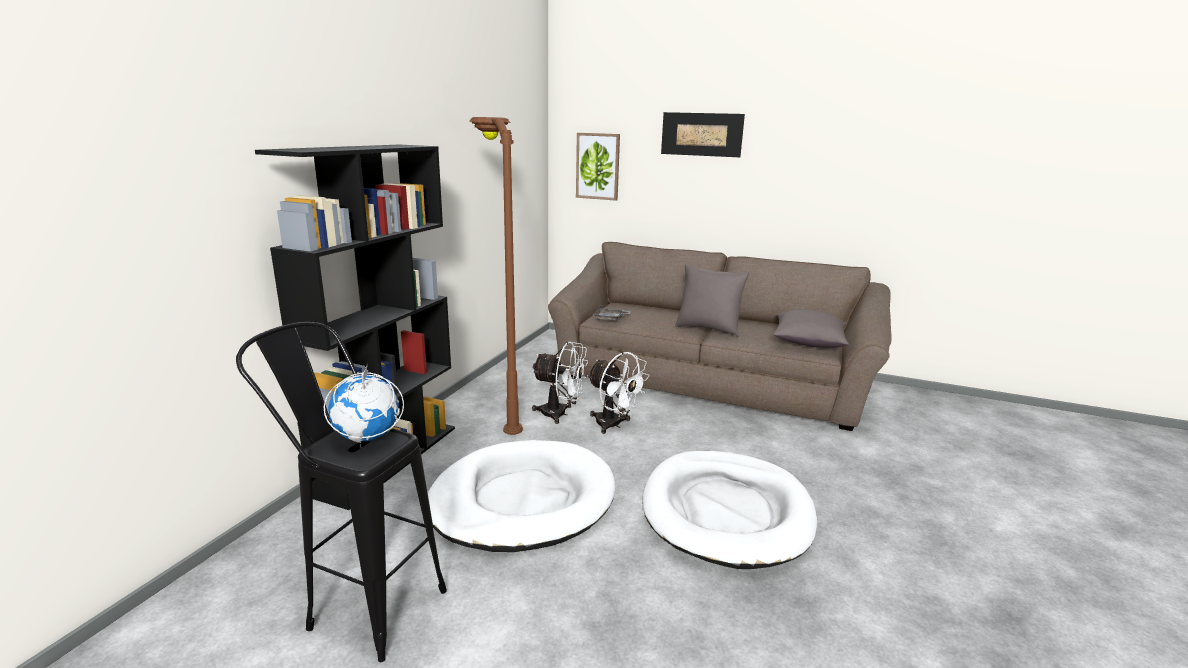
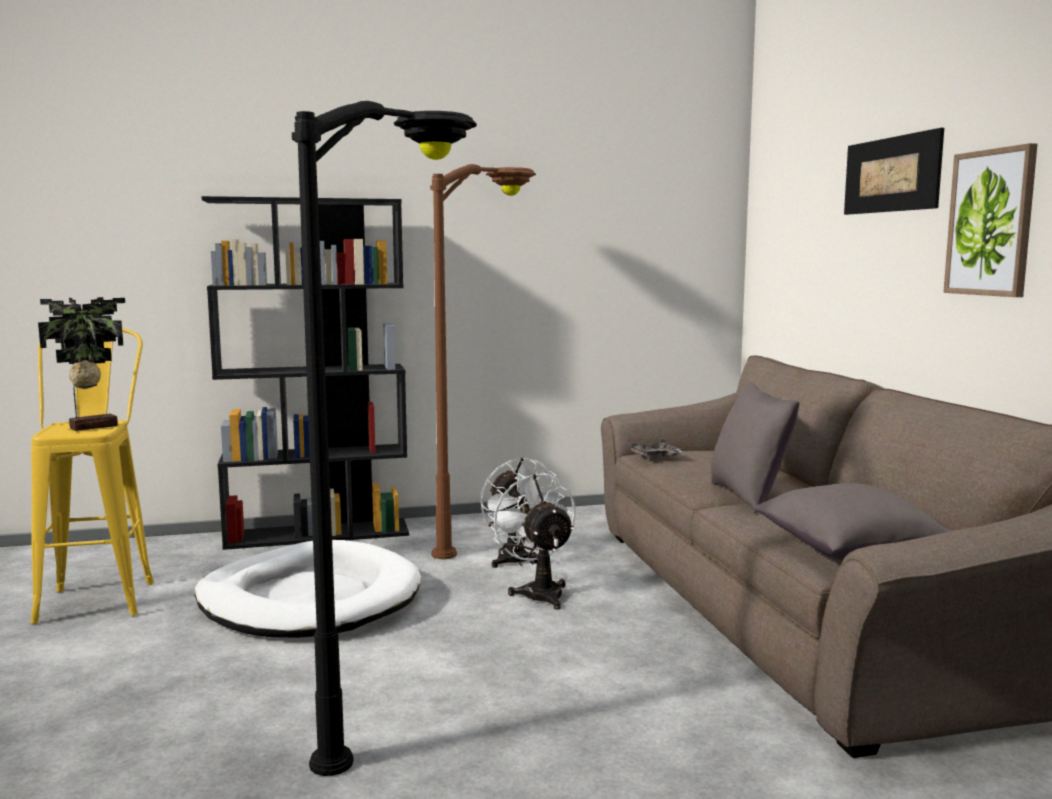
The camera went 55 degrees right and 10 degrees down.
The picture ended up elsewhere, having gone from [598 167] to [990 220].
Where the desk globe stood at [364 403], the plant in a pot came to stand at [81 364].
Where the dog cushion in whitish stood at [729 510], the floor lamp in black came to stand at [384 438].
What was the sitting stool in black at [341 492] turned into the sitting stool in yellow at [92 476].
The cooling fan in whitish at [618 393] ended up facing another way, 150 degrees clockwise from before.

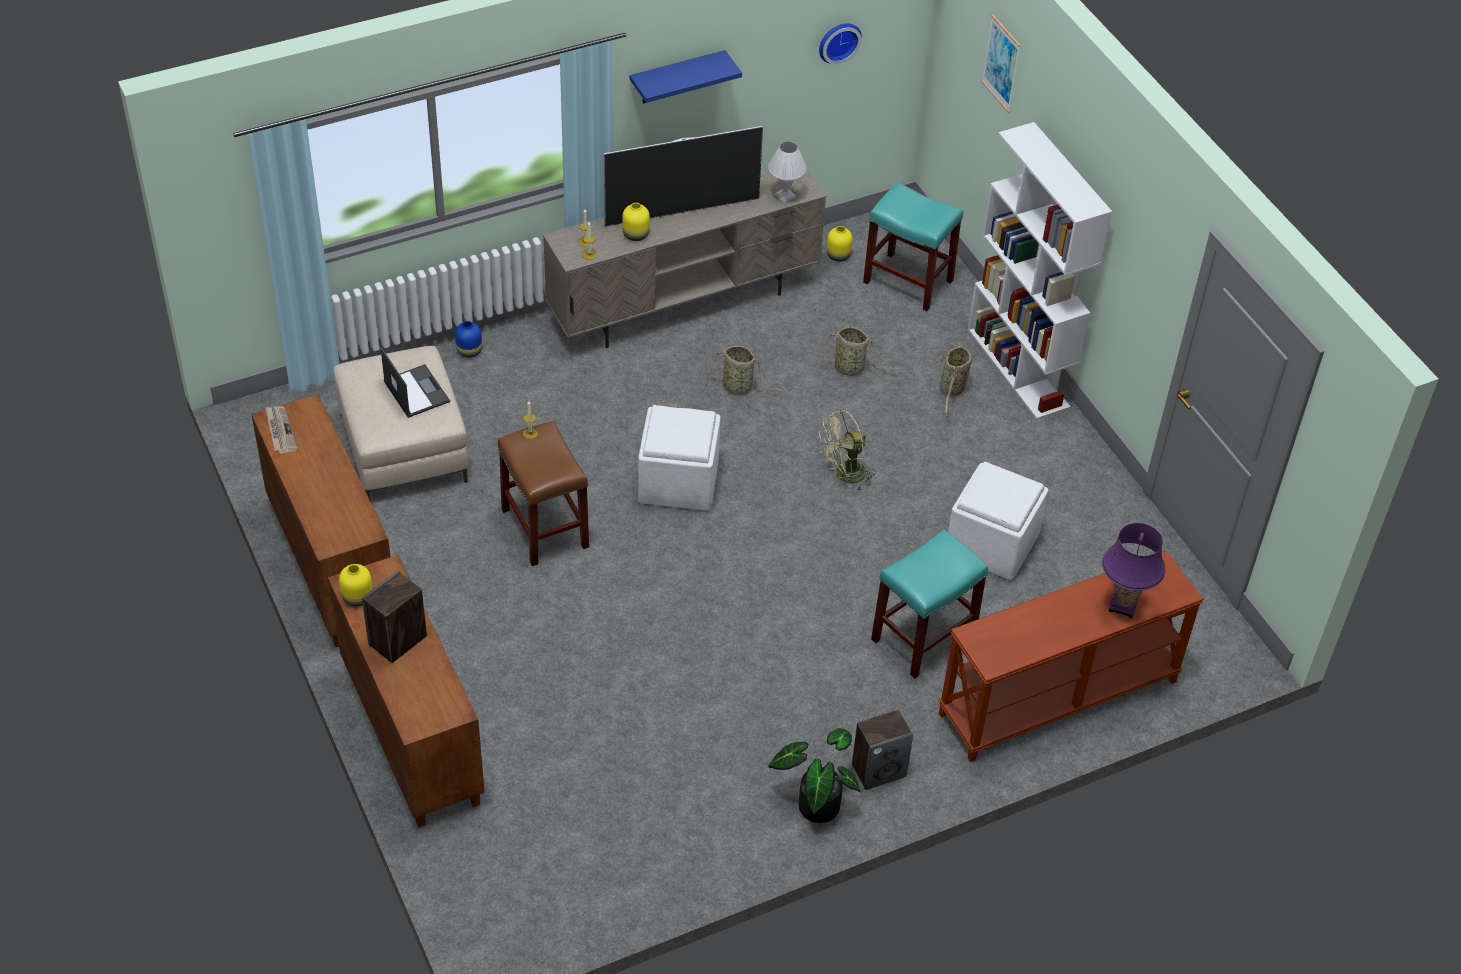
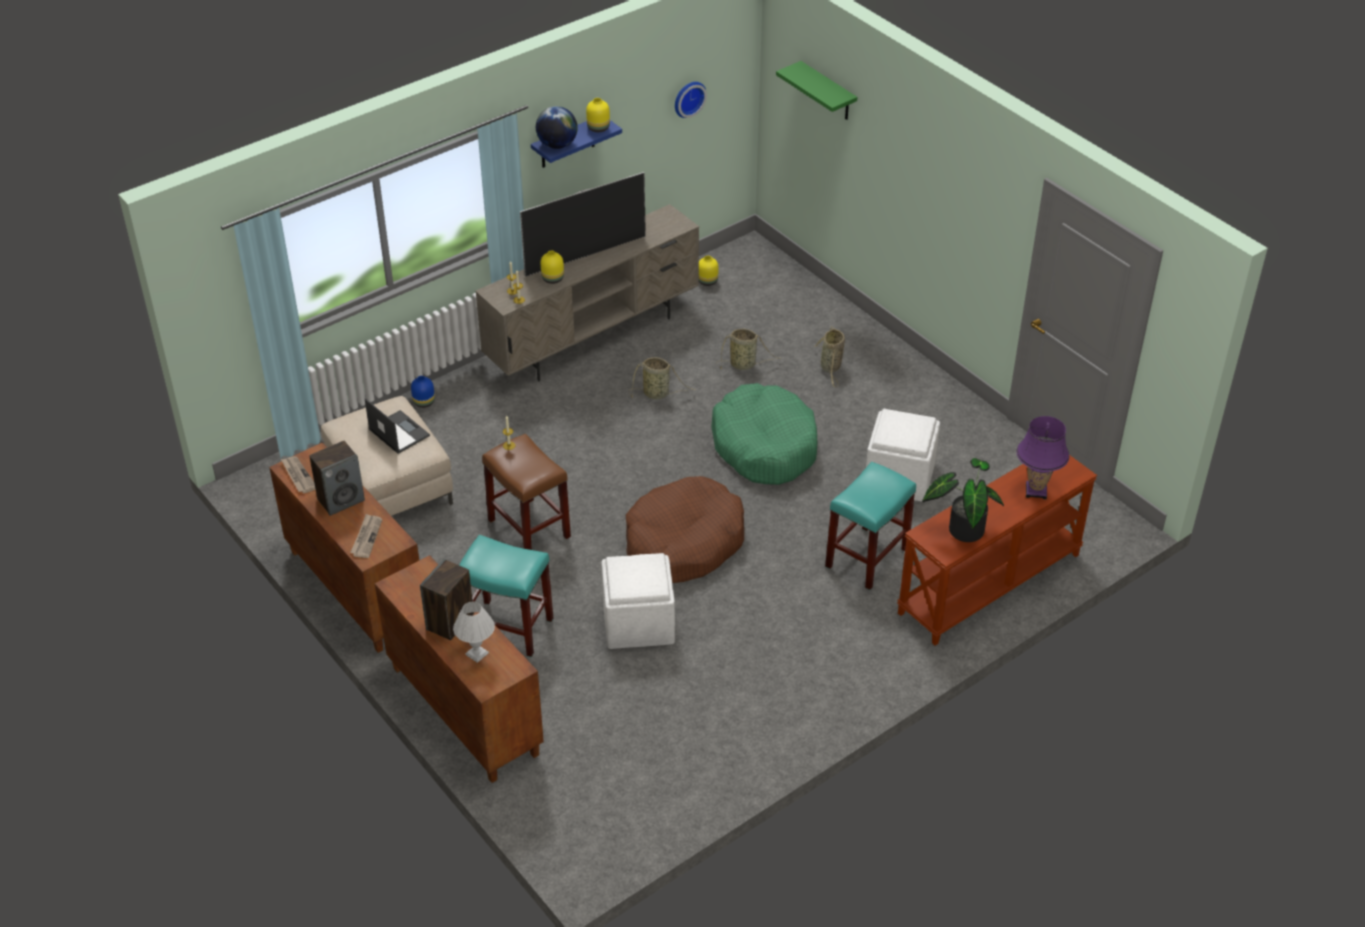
The camera went 10 degrees left and 5 degrees down.
The second view lost the bookcase in whitish at [1040 270].
The second view gained the newspaper at [366 536].
The second view gained the desk globe at [557 127].
The second view gained the dog cushion in brownish at [685 529].
The flower vase in yellow ended up elsewhere, having gone from [356 585] to [598 115].
The ottoman in whitish ended up elsewhere, having gone from [679 458] to [638 601].
The lamp for a table in whitish ended up elsewhere, having gone from [787 172] to [474 632].
The plant in a pot ended up elsewhere, having gone from [814 775] to [963 500].
The speaker ended up elsewhere, having gone from [882 750] to [337 478].
The sitting stool in turquoise-coloured ended up elsewhere, having gone from [913 246] to [506 596].
Where the cooling fan in greenish stood at [847 451], the dog cushion in greenish came to stand at [764 434].
Where the picture hung at [1001 63], the shelf in greenish came to hang at [816 90].

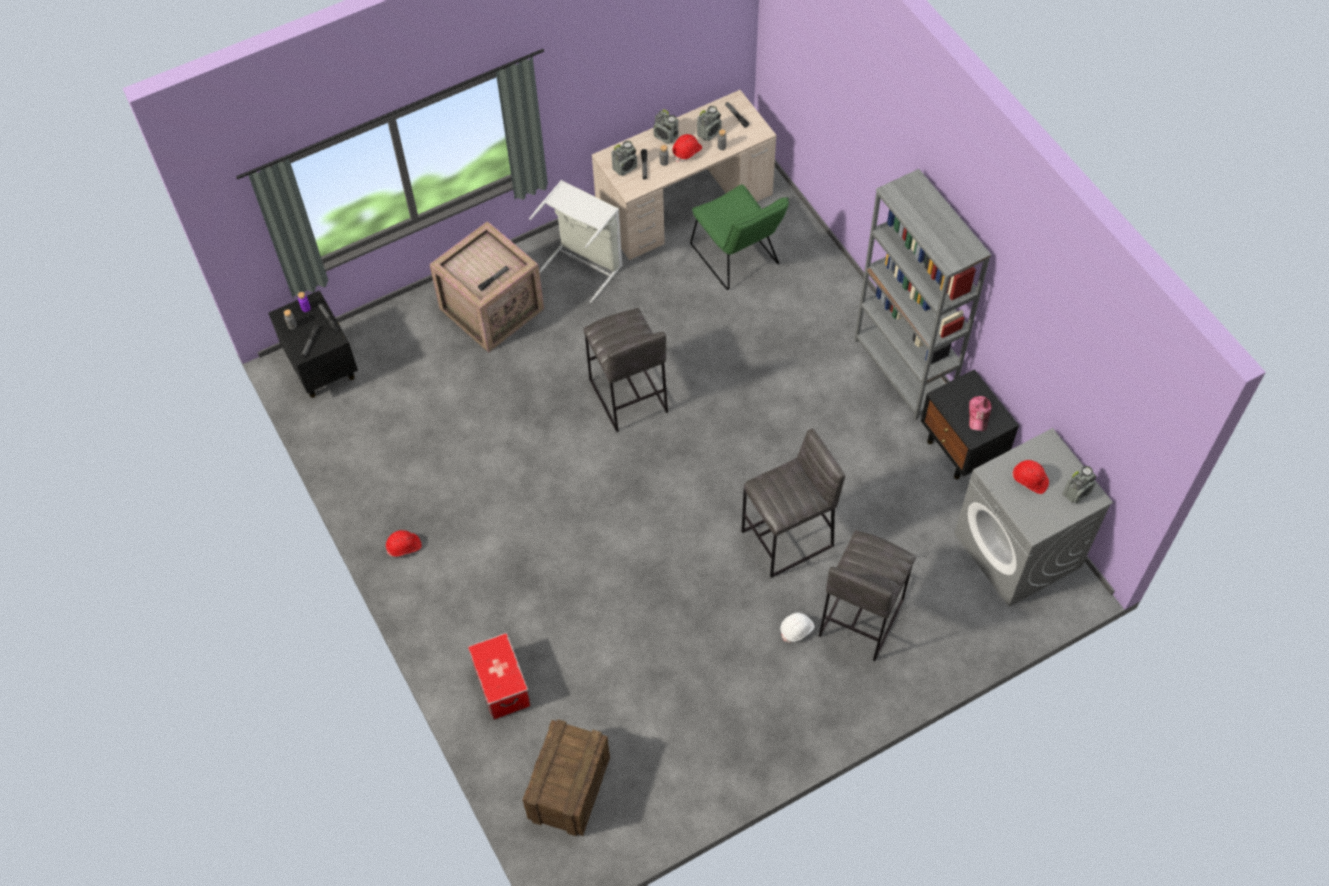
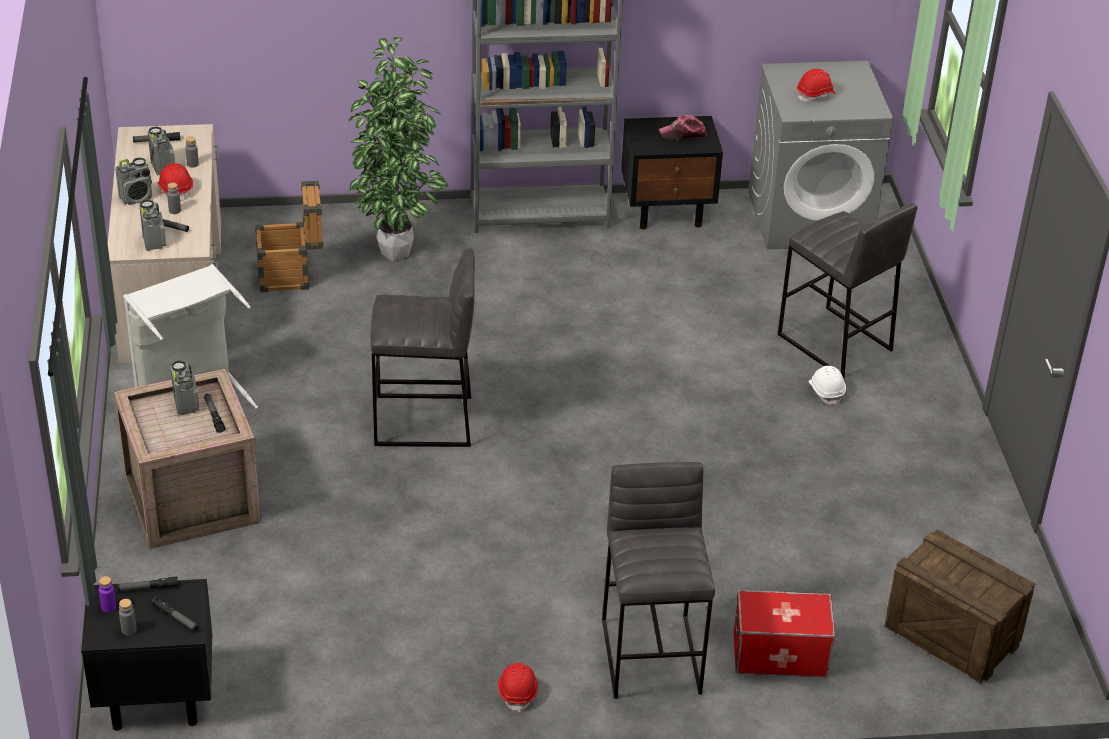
The camera went 70 degrees left and 20 degrees down.
The second view gained the plant in a pot at [397 149].
The sitting stool in gray ended up elsewhere, having gone from [793 503] to [658 580].
The radio ended up elsewhere, having gone from [1079 485] to [185 388].
Where the upright chair in greenish stood at [739 237], the packing crate came to stand at [289 236].
The baseball cap at [980 413] ended up facing another way, 135 degrees clockwise from before.

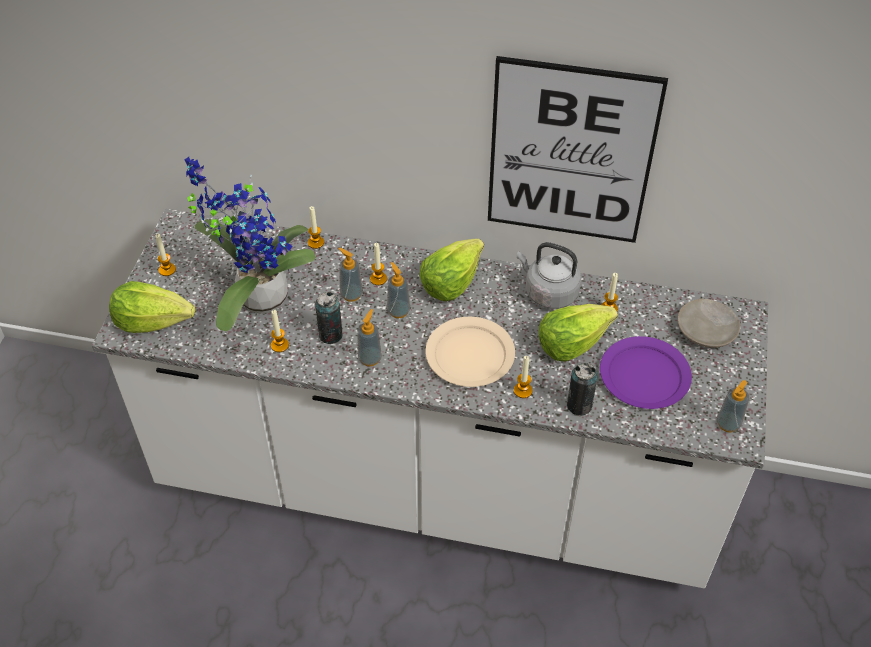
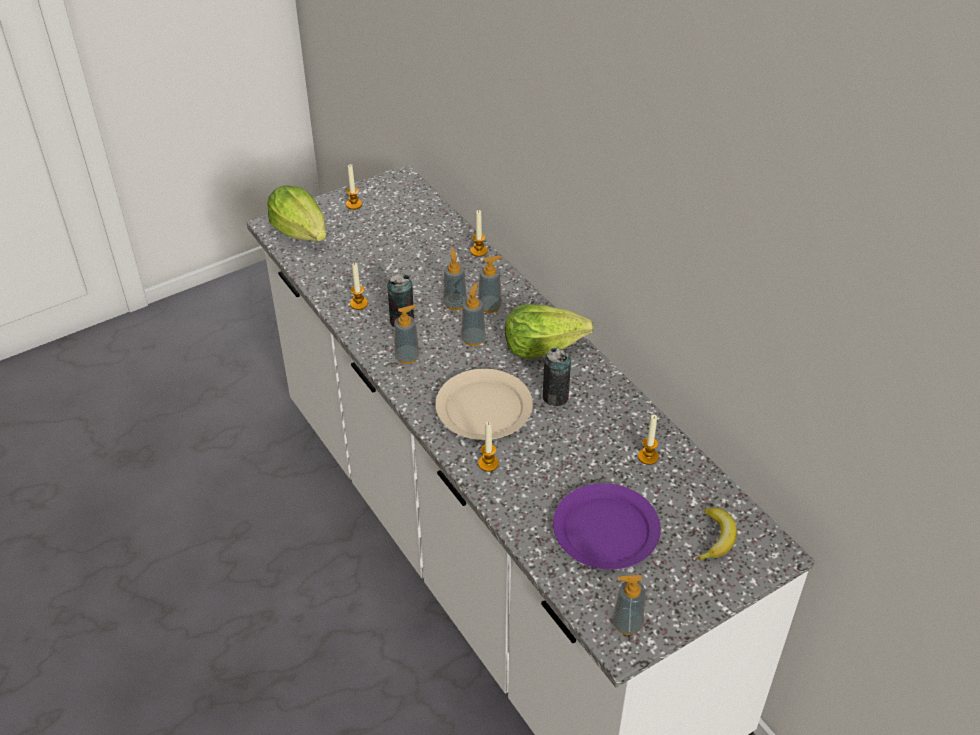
The camera went 45 degrees right and 5 degrees down.
The second view lost the plant in a pot at [250 244].
The second view lost the picture at [578 149].
The second view lost the water kettle in gray at [549 275].
The second view lost the lettuce head at [578 333].
The sealed can ended up elsewhere, having gone from [582 389] to [557 376].
Where the candle stood at [378 264], the liquid soap bottle came to stand at [490 284].
Where the plate in beige-coloured stood at [709 323], the banana came to stand at [716 533].

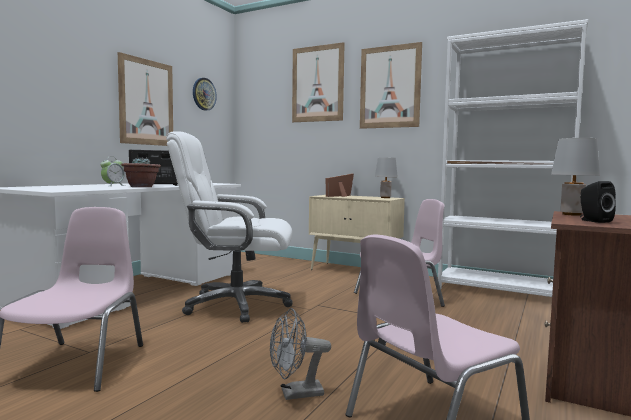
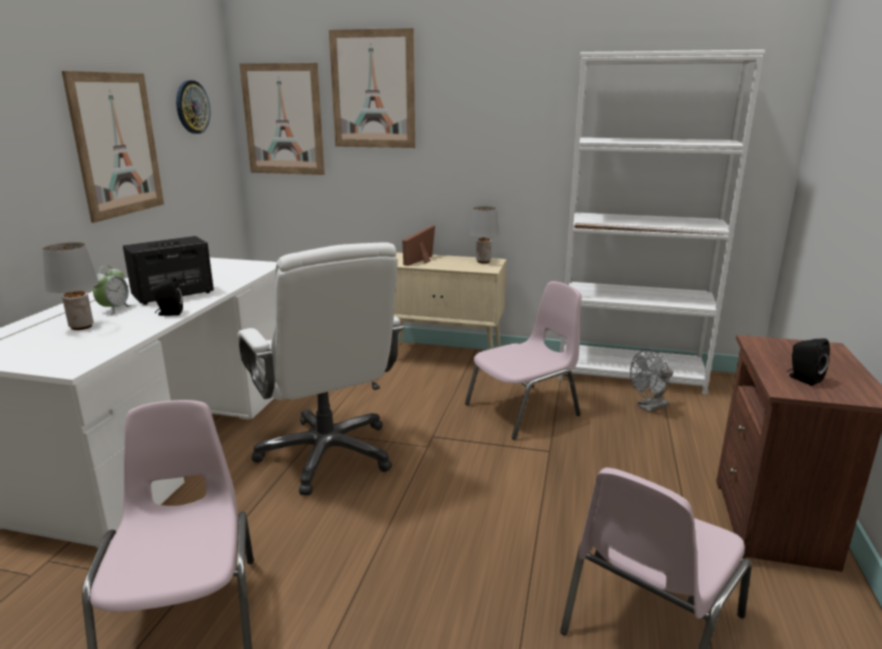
The camera went 15 degrees left and 15 degrees up.
The cooling fan in gray ended up elsewhere, having gone from [300 354] to [651 380].
The picture ended up elsewhere, having gone from [391 85] to [282 119].
The lamp for a table in gray ended up elsewhere, having gone from [575 177] to [70 286].
Where the plant in a pot stood at [141 172], the speaker in black came to stand at [168 296].
The desk chair in whitish at [229 227] ended up facing another way, 105 degrees counterclockwise from before.

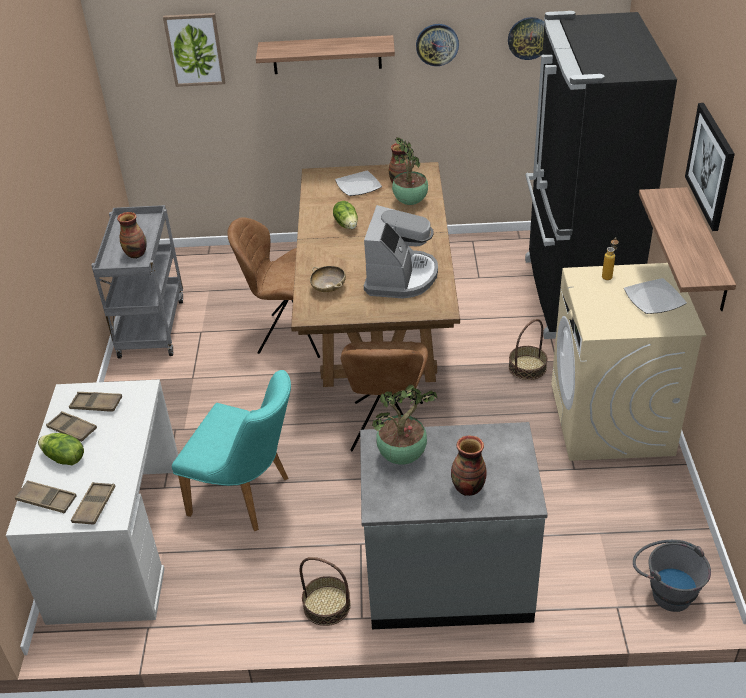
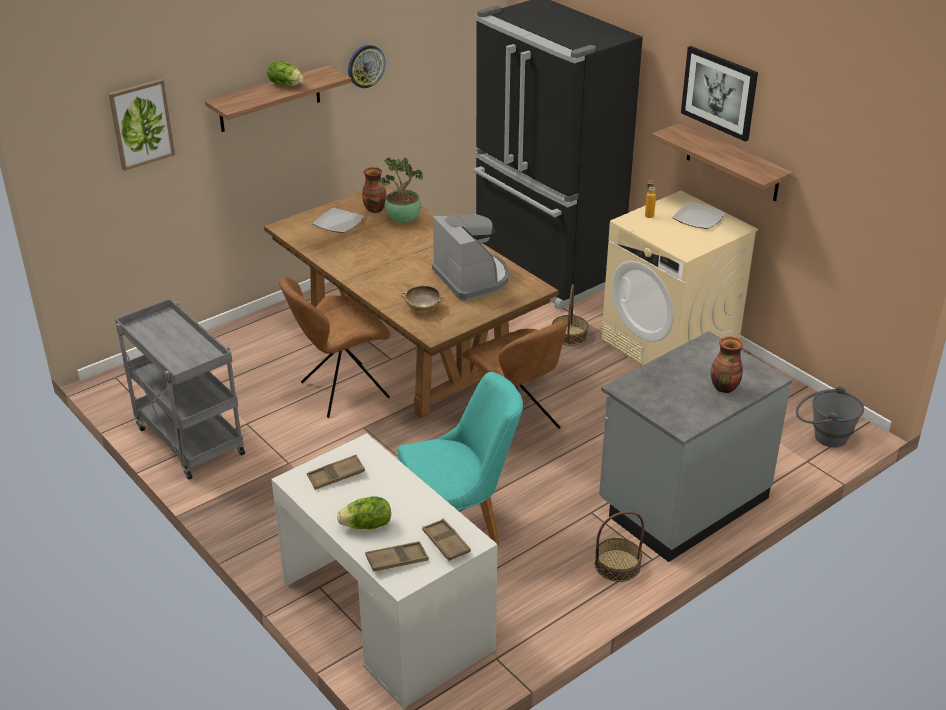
The camera went 40 degrees left and 5 degrees down.
The second view lost the serving tray in brownish at [71 426].
The second view lost the flower vase at [132 235].
The second view lost the plant in a pot at [405 424].
The second view lost the wall clock at [526 38].
The lettuce head ended up elsewhere, having gone from [345 215] to [285 74].

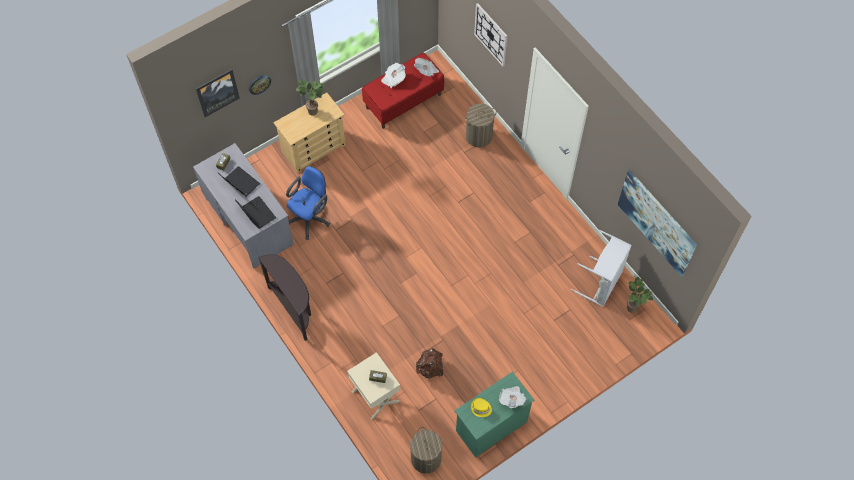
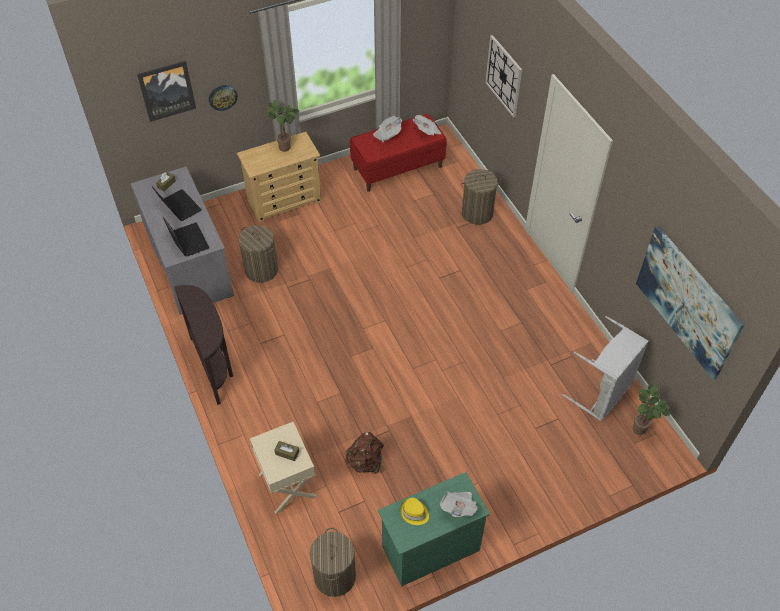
The camera went 10 degrees right and 10 degrees down.
Where the desk chair in blue stood at [308 203], the hamper came to stand at [258 254].

